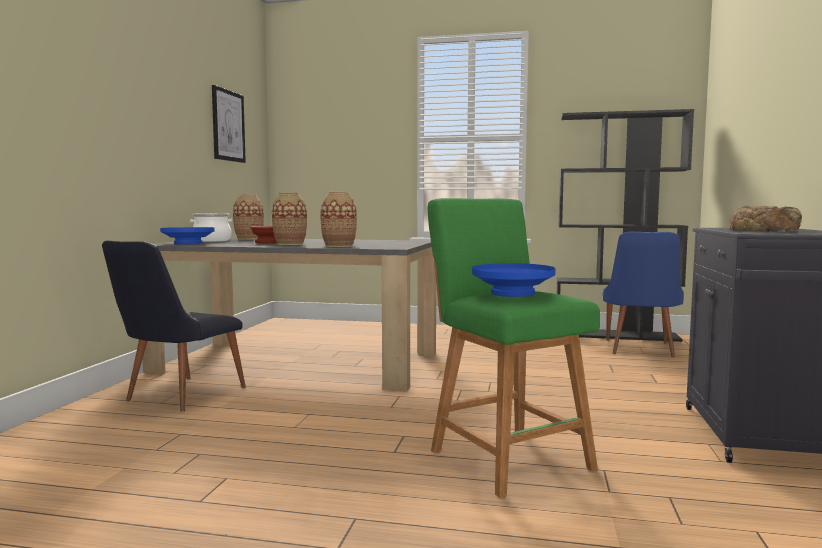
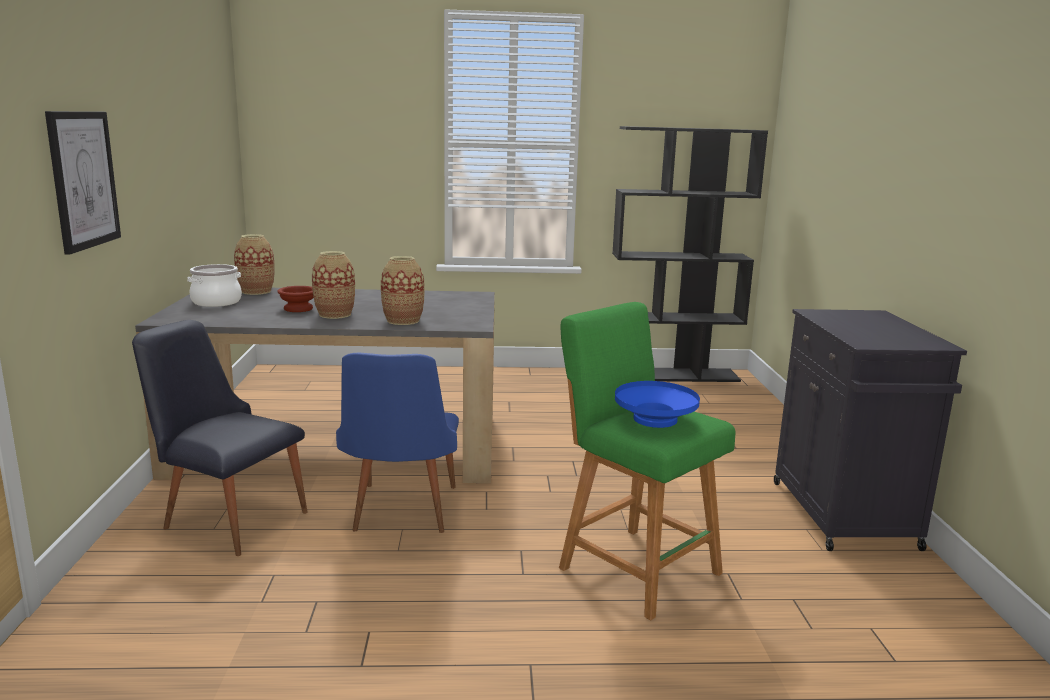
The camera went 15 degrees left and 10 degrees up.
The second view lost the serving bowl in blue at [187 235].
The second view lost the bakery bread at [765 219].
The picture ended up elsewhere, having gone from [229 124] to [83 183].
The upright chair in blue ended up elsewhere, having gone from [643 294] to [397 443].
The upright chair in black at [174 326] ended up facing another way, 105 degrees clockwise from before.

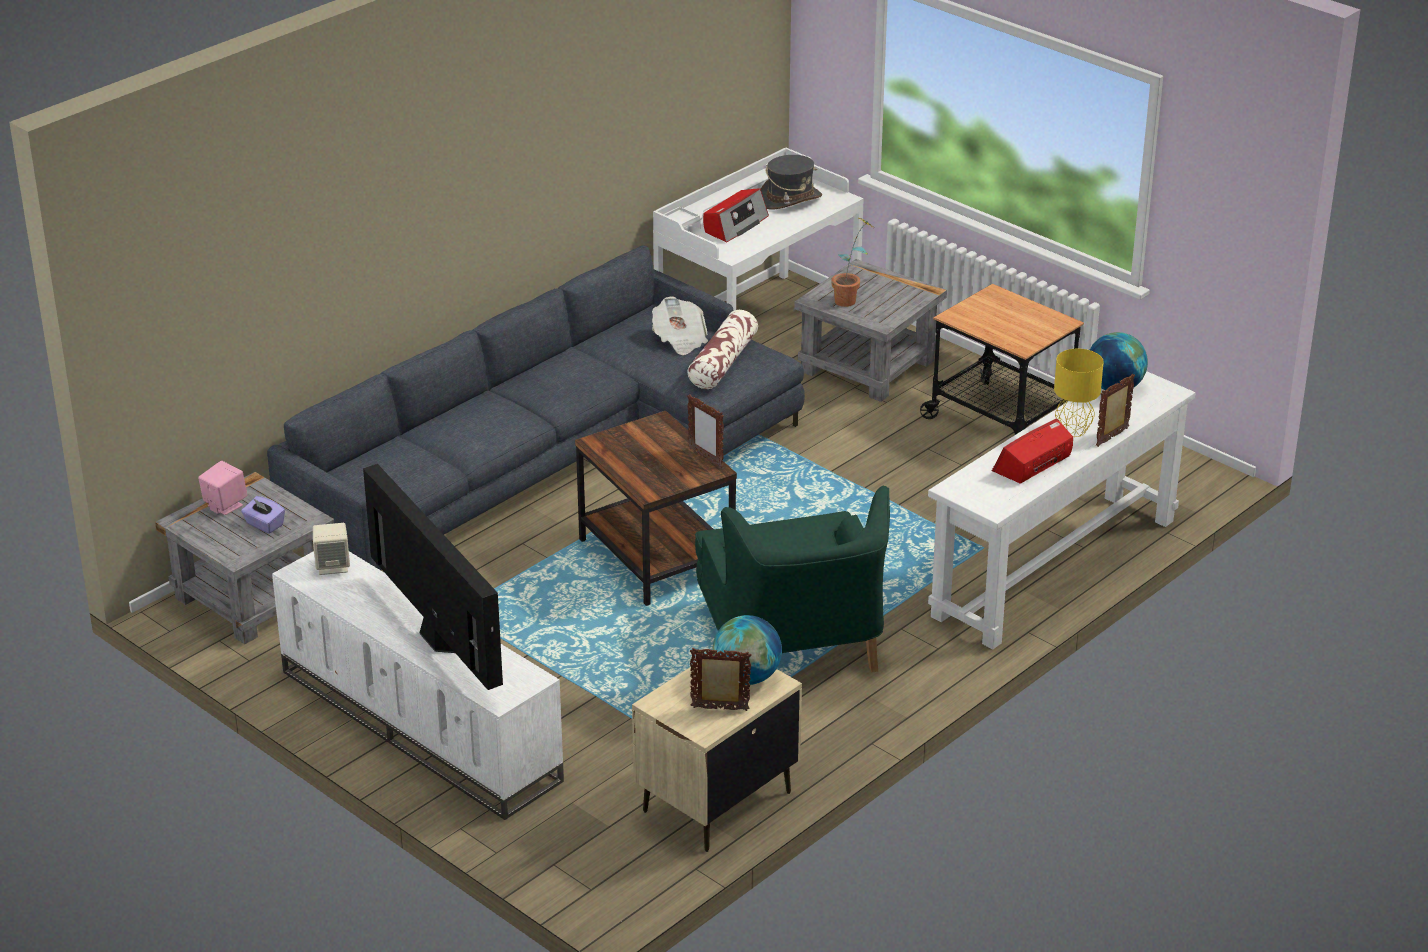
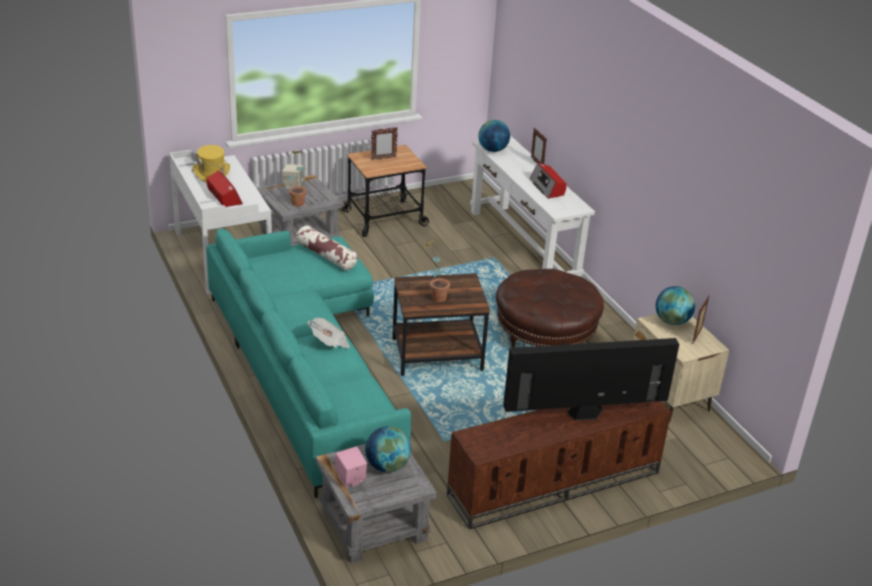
The camera went 70 degrees left and 0 degrees up.
The second view lost the lamp for a table in yellow at [1079 393].
The second view gained the plant in a pot at [436 271].
The speaker in beige-coloured ended up elsewhere, having gone from [331 549] to [293 176].
The newspaper ended up elsewhere, having gone from [680 326] to [329 333].
The photo frame ended up elsewhere, having gone from [705 431] to [384 143].
Where the tissue holder in purple-coloured stood at [263 515], the desk globe came to stand at [388 449].
Where the armchair in greenish stood at [792 579], the ottoman in brownish came to stand at [550 308].
What was the couch in gray at [536 407] turned into the couch in turquoise-coloured at [308 363].
What was the media console in whitish at [418 685] turned into the media console in brownish at [559 465].
What was the hat in gray at [791 182] turned into the hat in yellow at [211 164].

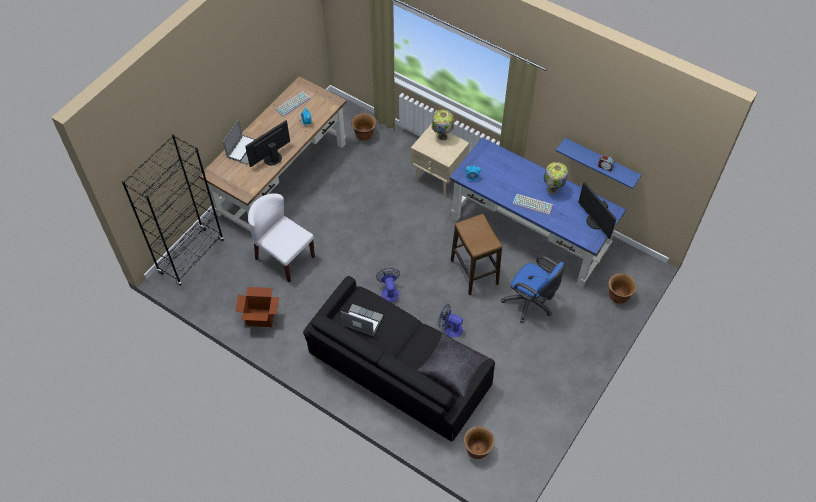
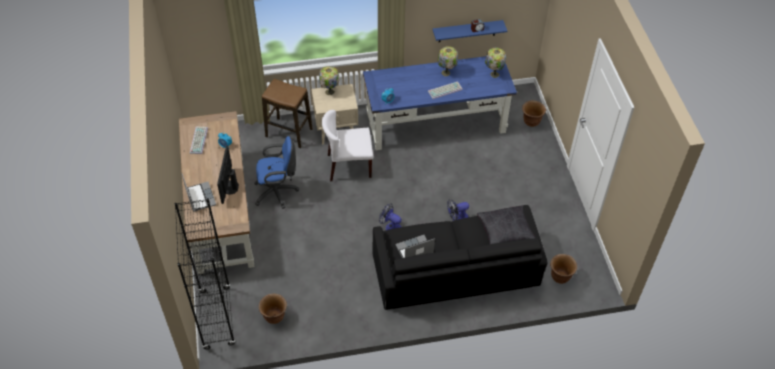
The camera went 45 degrees left and 5 degrees down.
The second view lost the carton at [257 307].
The upright chair in whitish ended up elsewhere, having gone from [281 237] to [347 145].
The planter in brownish ended up elsewhere, having gone from [363 127] to [273 309].
The sitting stool ended up elsewhere, having gone from [476 254] to [287 113].
The desk chair in blue ended up elsewhere, having gone from [533 289] to [276 172].
Where the monitor stood at [597 210], the lamp for a table came to stand at [495 62].

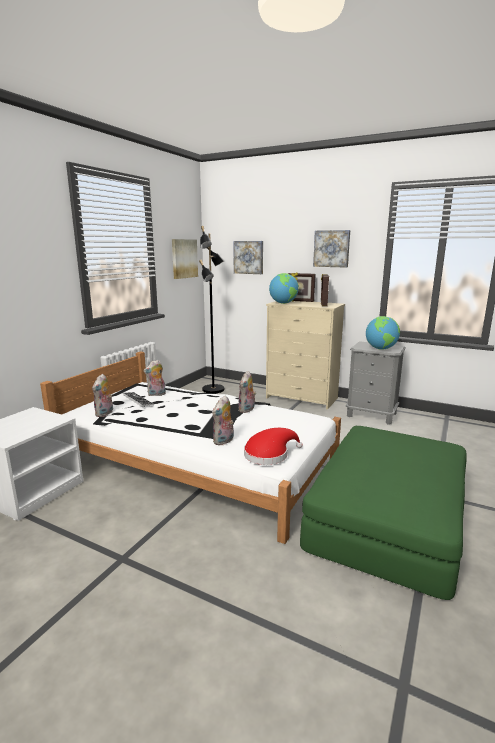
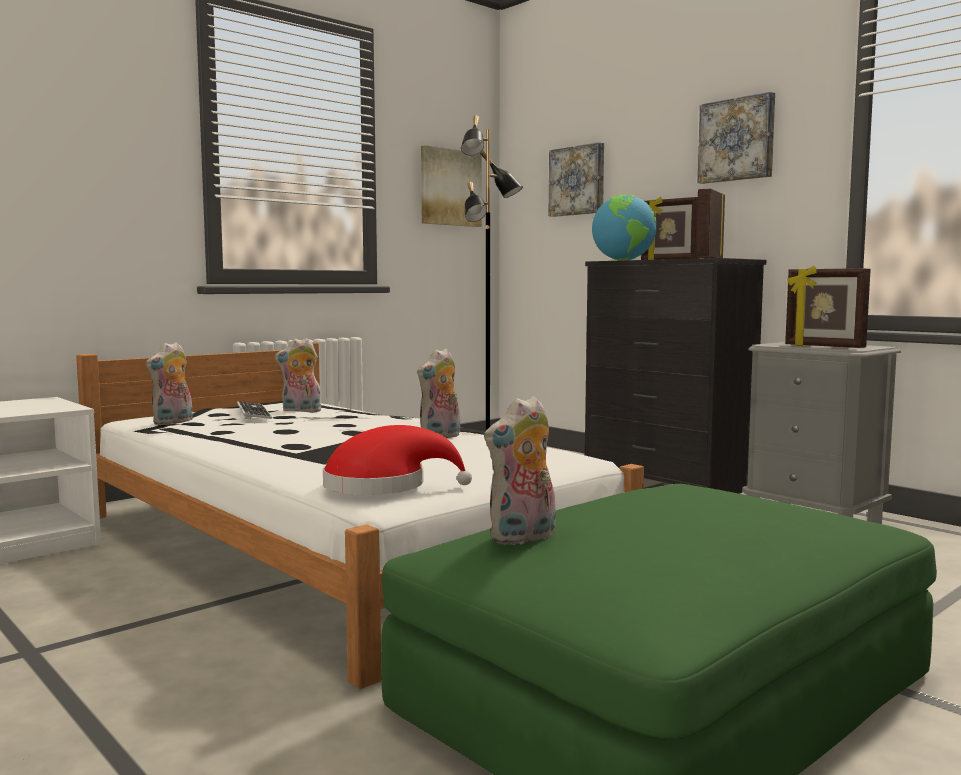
The camera went 20 degrees right and 10 degrees down.
The soft toy ended up elsewhere, having gone from [223 420] to [520 471].
Where the desk globe stood at [383 333], the photo frame came to stand at [828 306].
What was the dresser in beige-coloured at [305 355] turned into the dresser in black at [675 376].

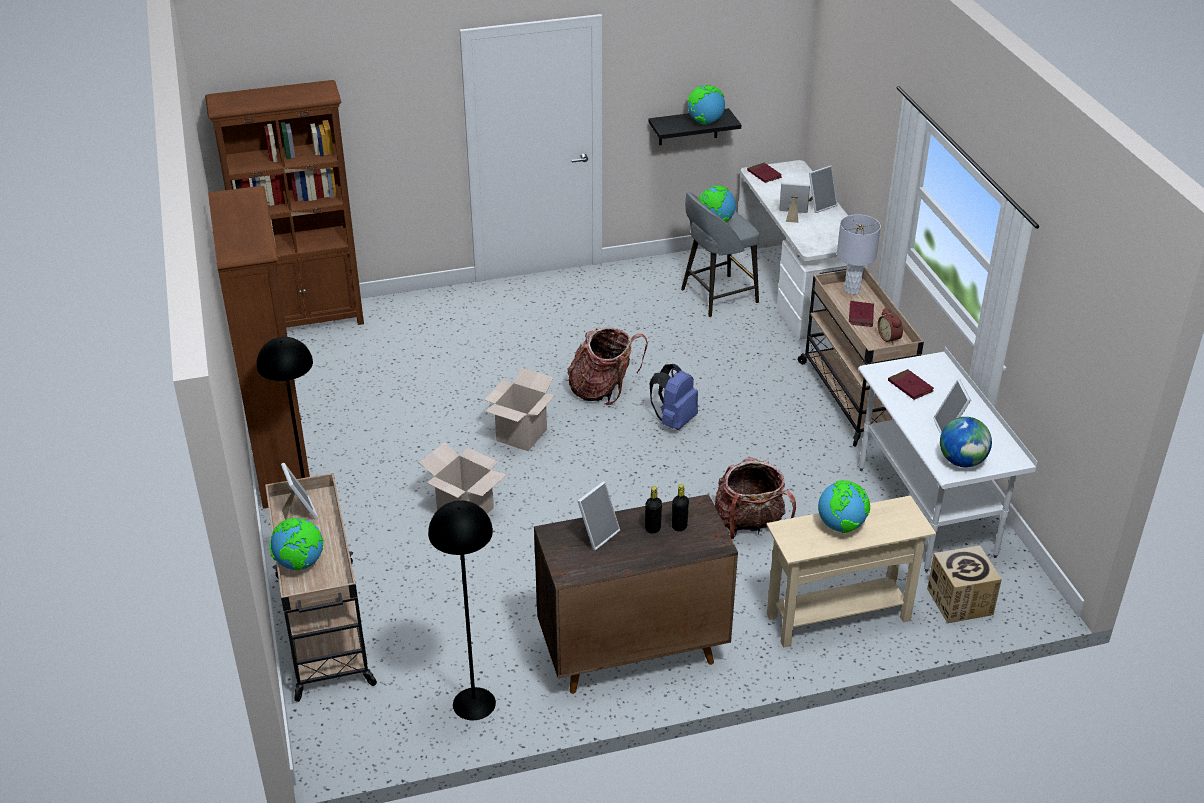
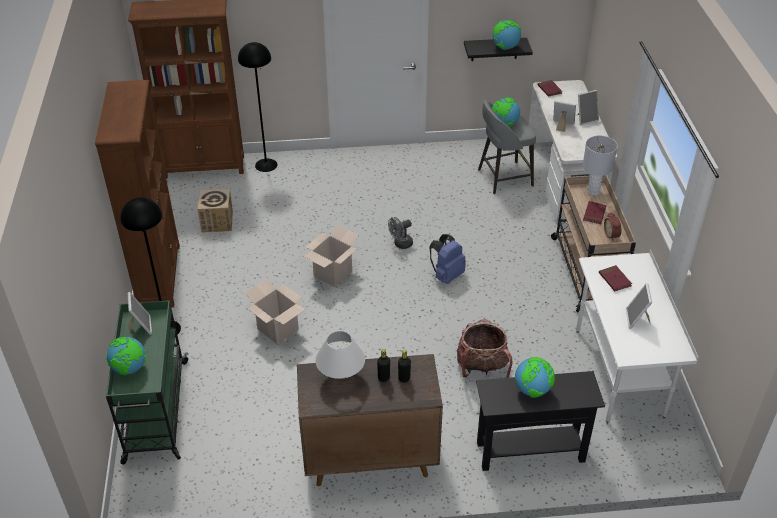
The camera went 10 degrees right and 5 degrees up.
The second view lost the desk globe at [966 442].
The floor lamp in black ended up elsewhere, having gone from [462 610] to [258 107].
The carton ended up elsewhere, having gone from [964 584] to [215 210].
Where the rucksack stood at [607 366], the cooling fan in gray came to stand at [400 233].
Where the photo frame stood at [598 516], the lamp for a table in whitish came to stand at [340 355].
What was the trolley in beige-coloured at [321 587] turned into the trolley in greenish at [147 382].
What was the console table in beige-coloured at [851 571] turned into the console table in black at [540 421].

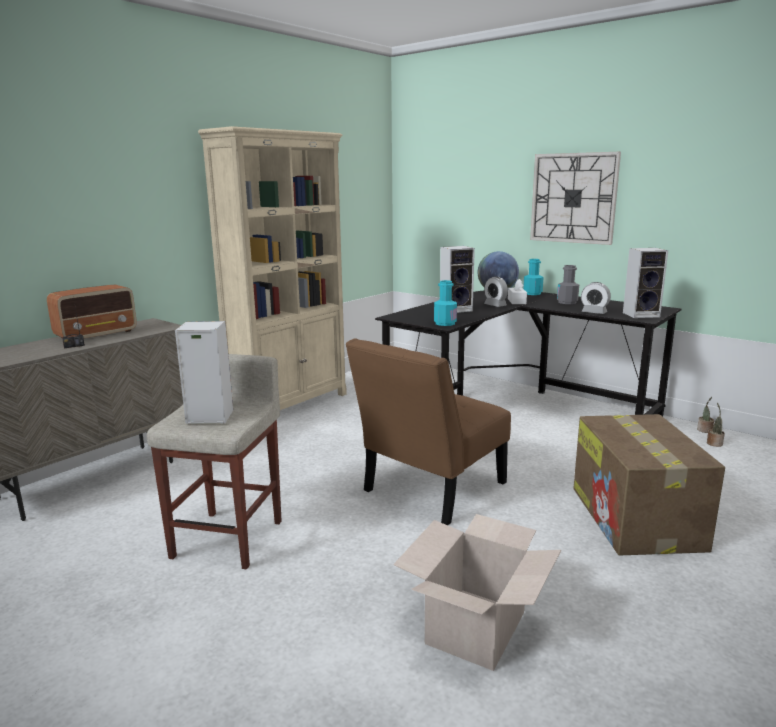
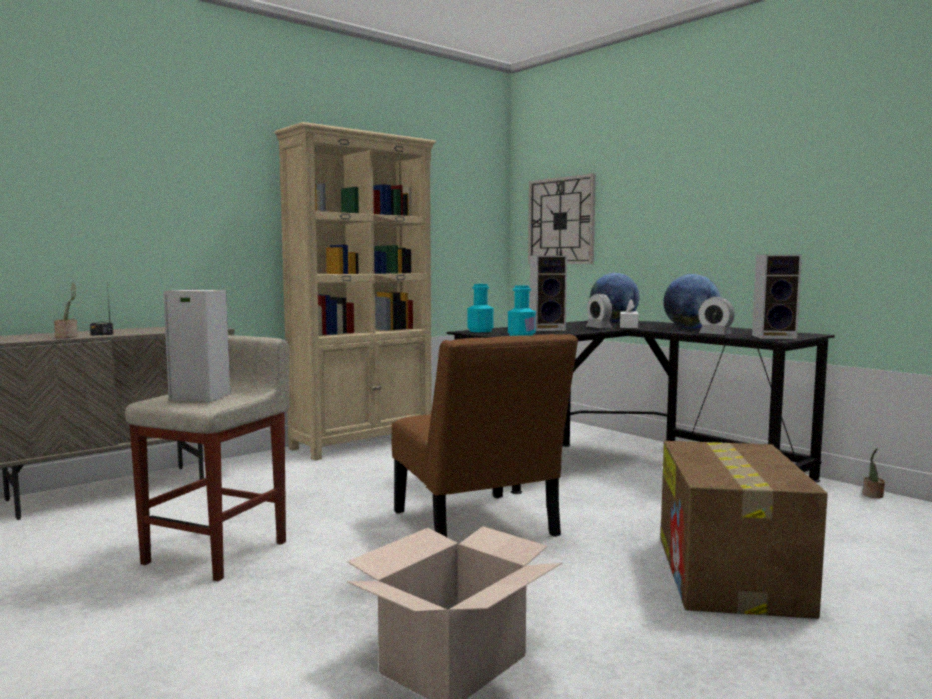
The camera went 10 degrees right and 10 degrees down.
The second view lost the radio at [92 311].
The bottle in turquoise-coloured ended up elsewhere, having gone from [533 277] to [481 308].
The wall clock ended up elsewhere, having gone from [575 198] to [562 218].
The plant in a pot ended up elsewhere, having gone from [716 425] to [66 310].
Where the bottle in gray stood at [568 284], the desk globe came to stand at [691 301].
The upright chair in brownish at [428 432] ended up facing another way, 75 degrees counterclockwise from before.

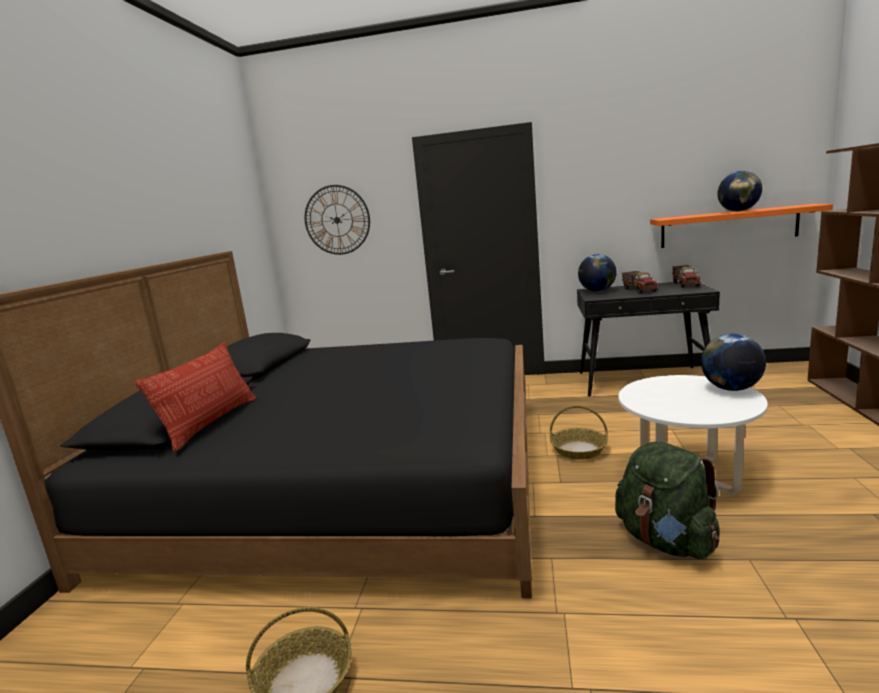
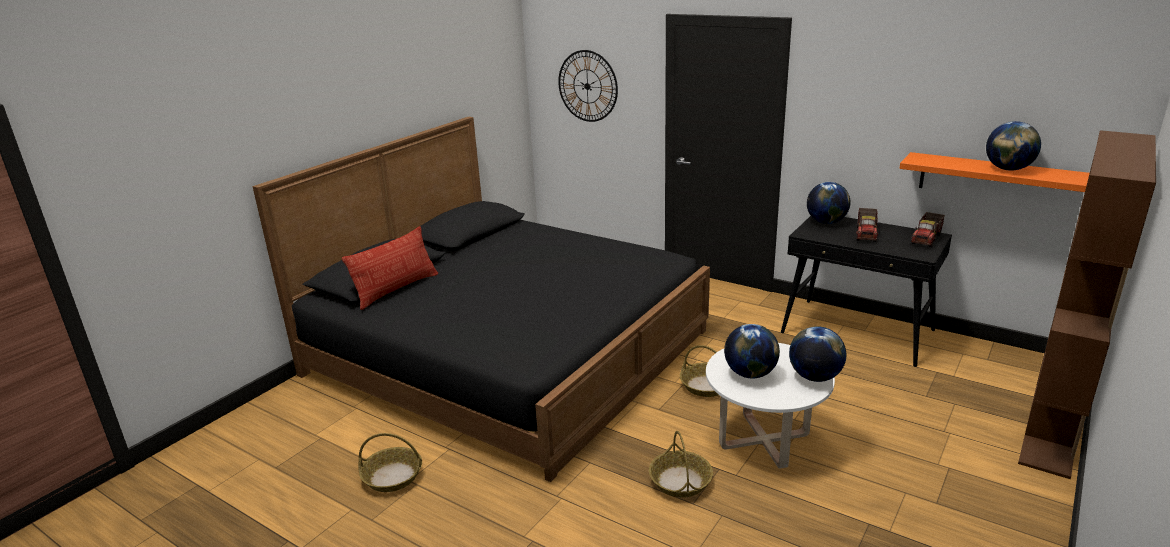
The camera went 25 degrees right and 10 degrees up.
The second view gained the desk globe at [752 351].
Where the rucksack in greenish stood at [667 500], the basket came to stand at [681 464].

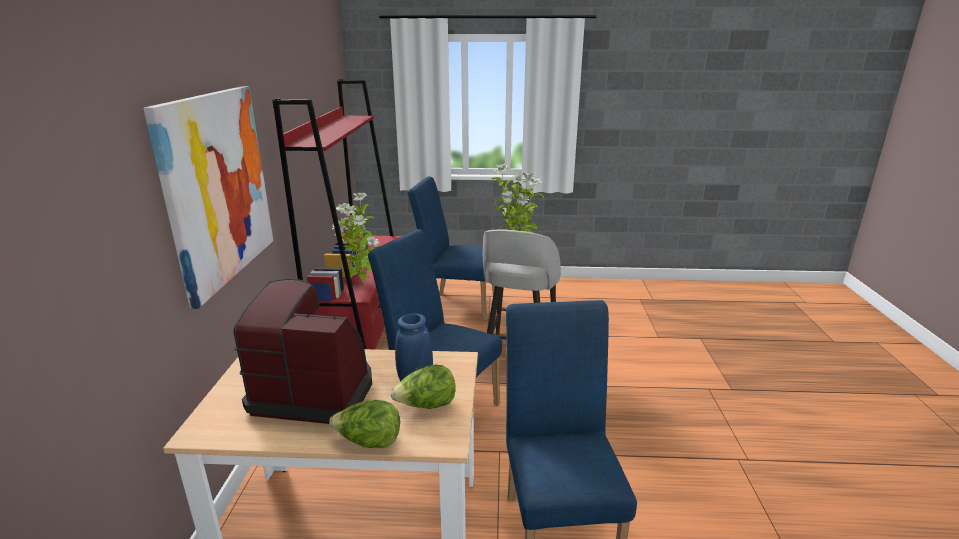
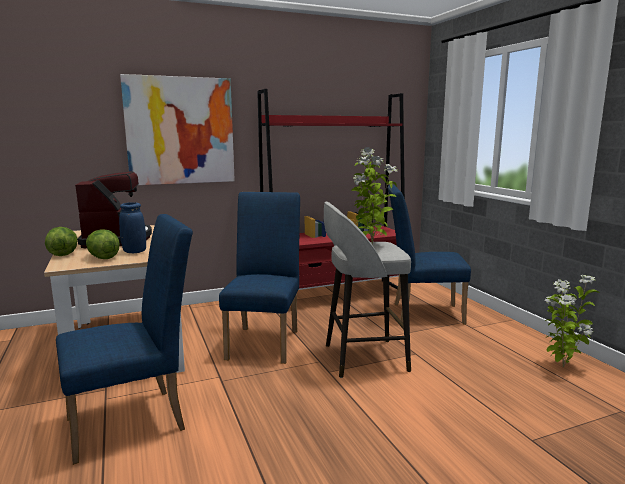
The camera went 65 degrees right and 10 degrees down.
The plant in a pot ended up elsewhere, having gone from [355 238] to [572 320].
The upright chair in blue at [451 248] ended up facing another way, 75 degrees counterclockwise from before.

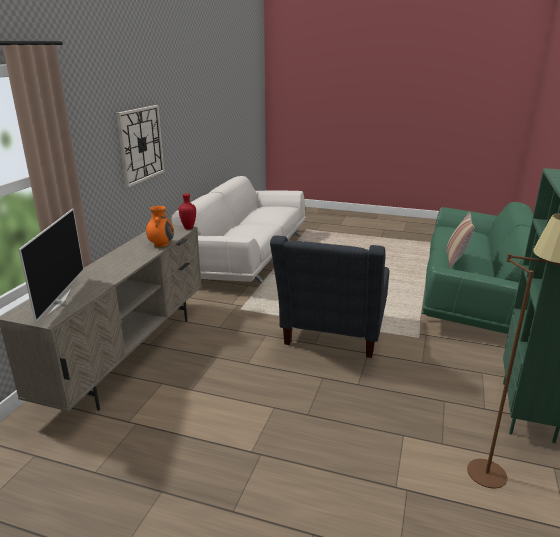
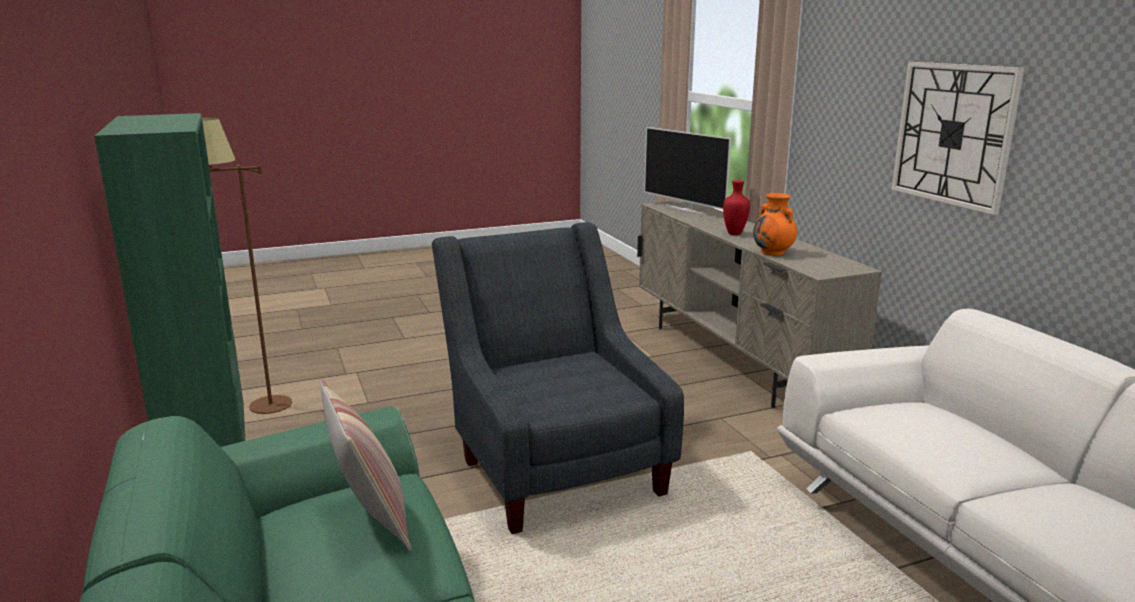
The camera went 140 degrees right and 5 degrees down.
The flower vase in reddish ended up elsewhere, having gone from [187 211] to [736 207].

